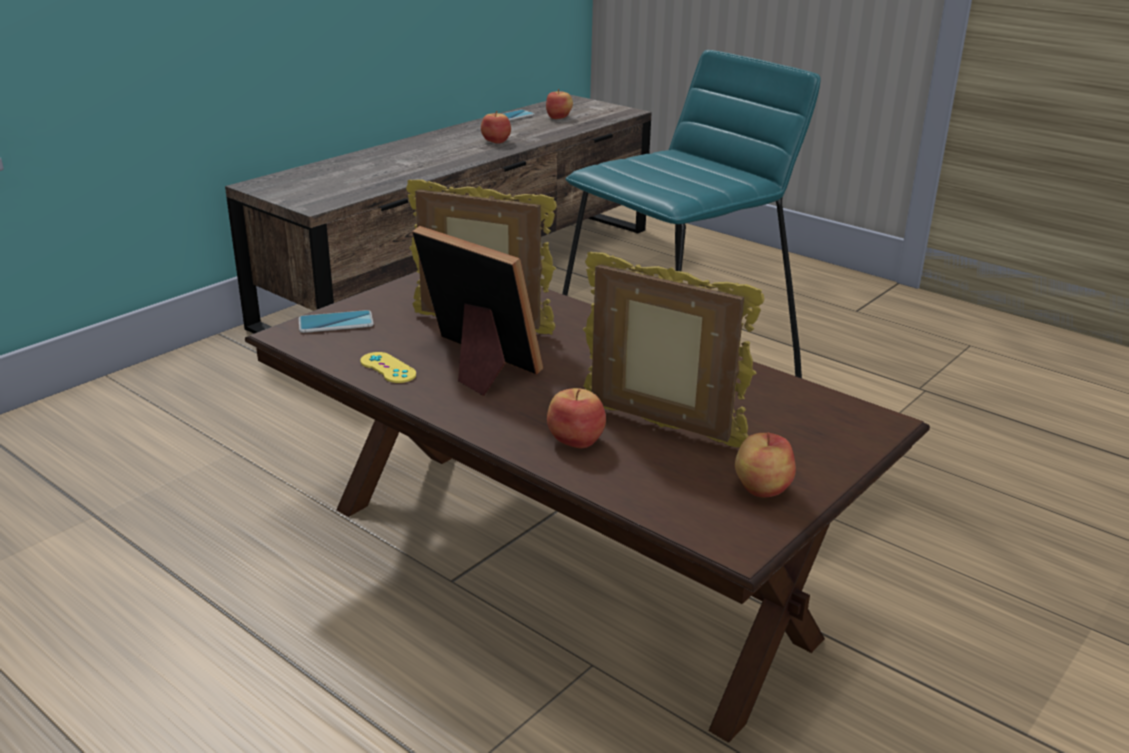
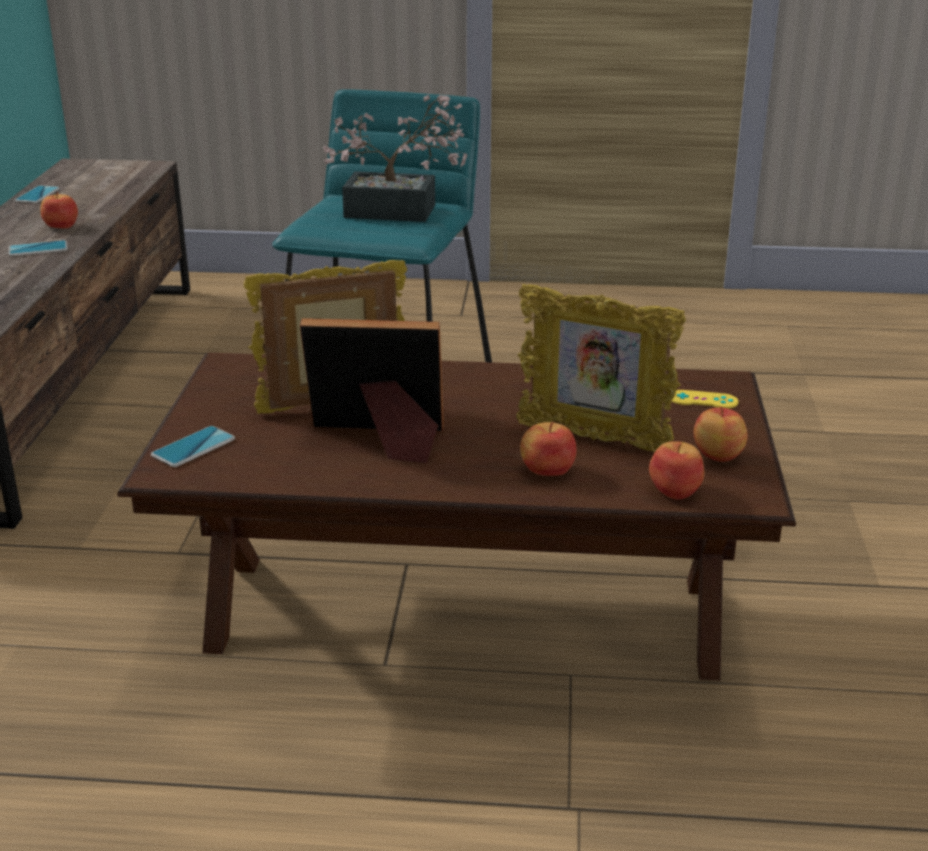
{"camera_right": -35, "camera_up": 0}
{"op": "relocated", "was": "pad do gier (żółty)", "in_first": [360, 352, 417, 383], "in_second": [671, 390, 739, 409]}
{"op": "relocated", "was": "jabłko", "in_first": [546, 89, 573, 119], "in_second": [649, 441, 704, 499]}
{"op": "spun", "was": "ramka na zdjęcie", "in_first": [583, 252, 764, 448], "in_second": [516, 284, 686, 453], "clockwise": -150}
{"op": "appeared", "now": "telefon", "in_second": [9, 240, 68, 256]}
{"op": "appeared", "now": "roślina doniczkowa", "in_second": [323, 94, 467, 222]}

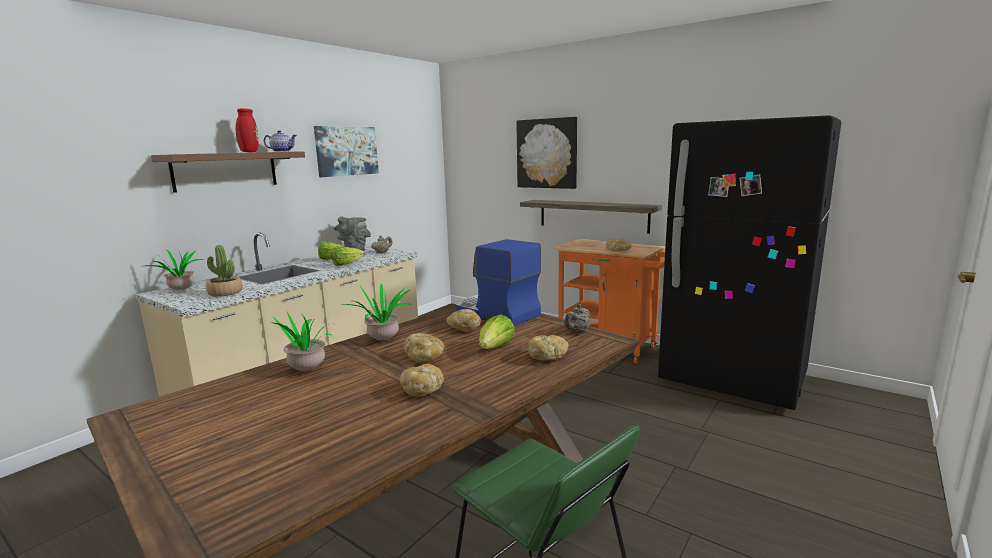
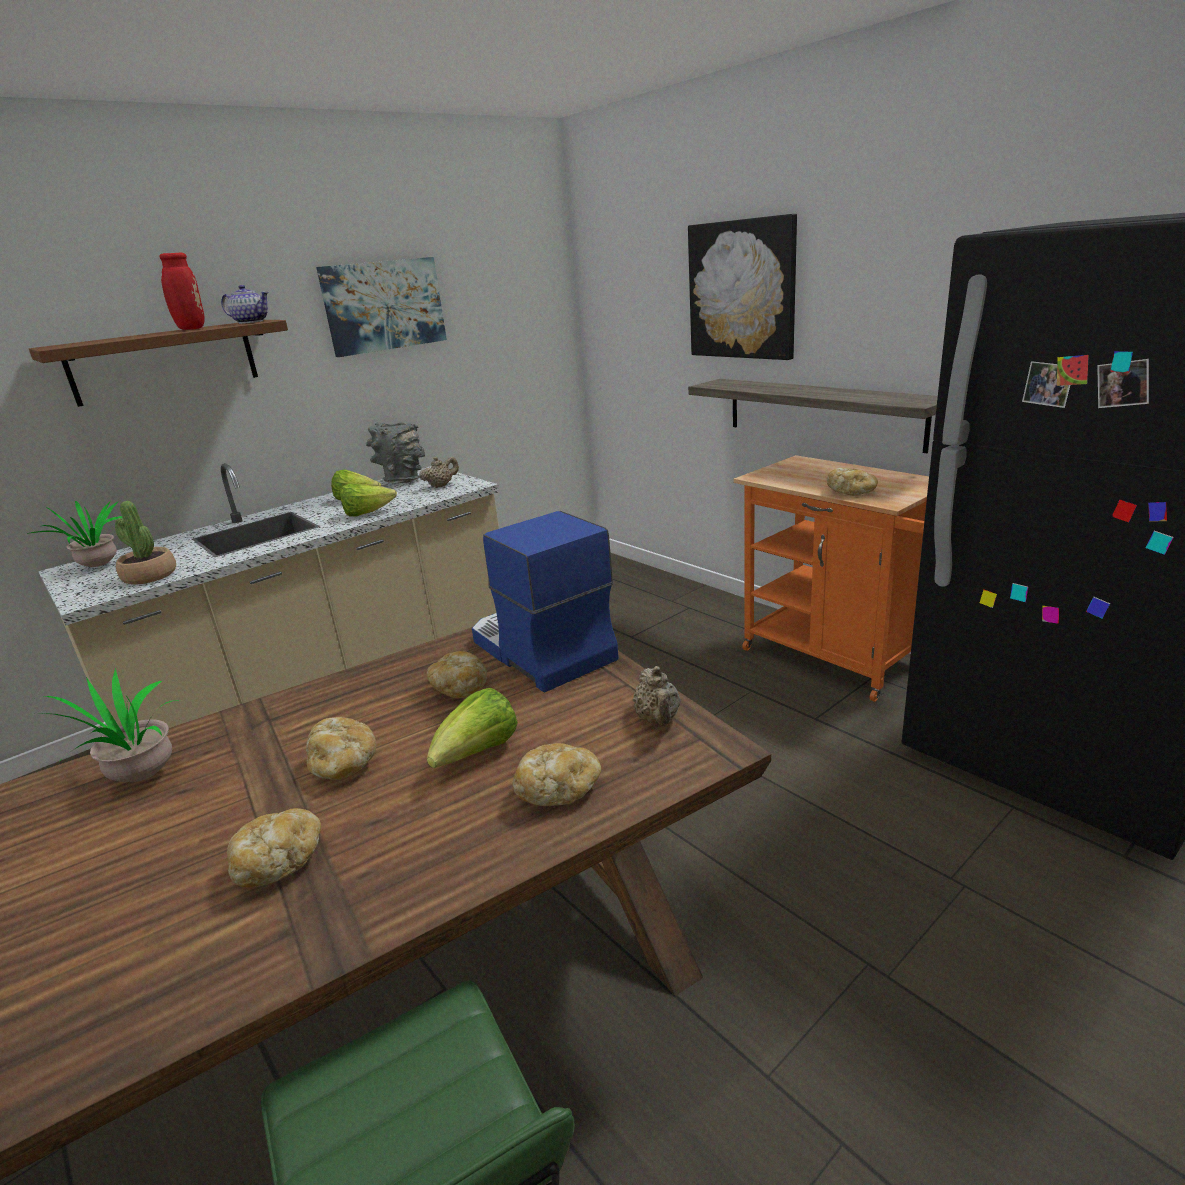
{"camera_right": 15, "camera_up": 10}
{"op": "missing", "was": "roślina doniczkowa", "in_first": [342, 284, 412, 340]}
{"op": "spun", "was": "imbryk (beżowy)", "in_first": [564, 304, 590, 334], "in_second": [633, 666, 681, 726], "clockwise": -60}

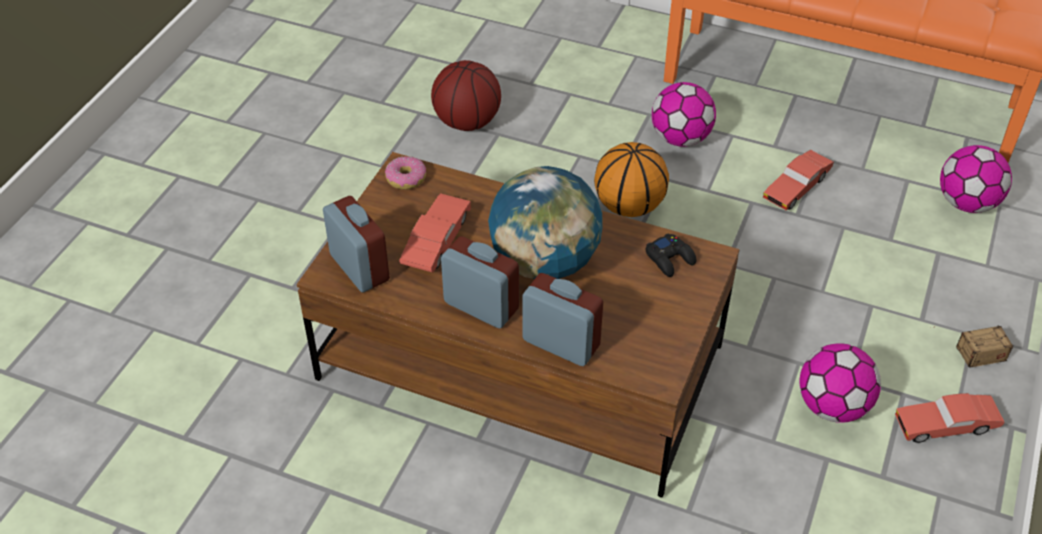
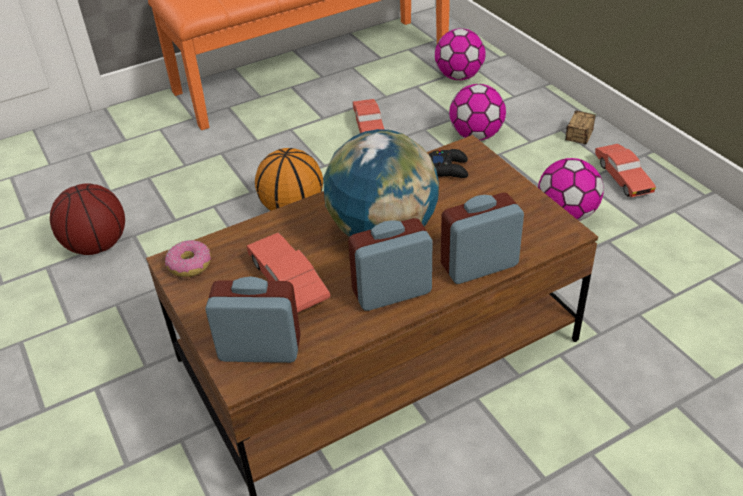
{"camera_right": -50, "camera_up": -5}
{"op": "relocated", "was": "piłka futbolowa", "in_first": [652, 82, 716, 147], "in_second": [449, 84, 506, 140]}
{"op": "spun", "was": "samochodzik (czerwony)", "in_first": [895, 393, 1005, 443], "in_second": [595, 144, 656, 197], "clockwise": -45}

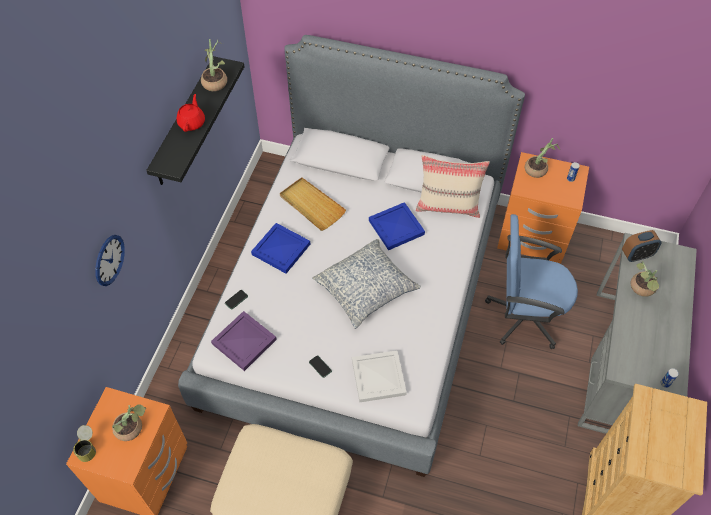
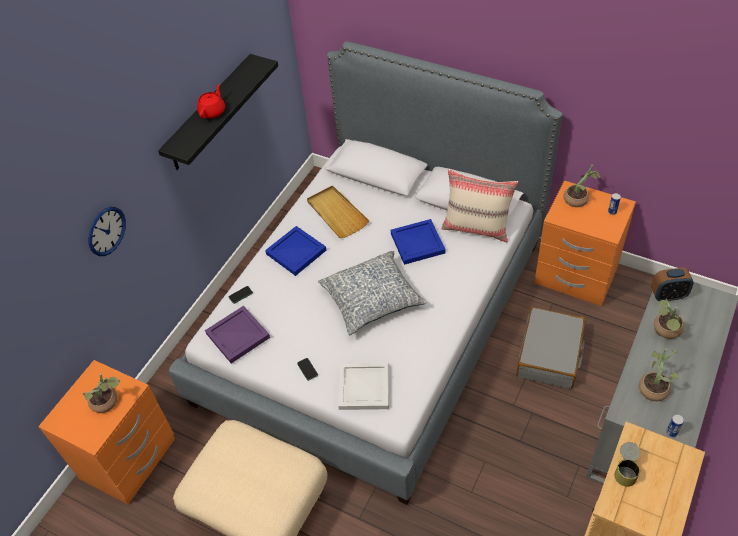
{"camera_right": 15, "camera_up": -5}
{"op": "relocated", "was": "puszka", "in_first": [73, 425, 96, 462], "in_second": [614, 442, 640, 487]}
{"op": "relocated", "was": "roślina doniczkowa", "in_first": [201, 39, 227, 91], "in_second": [639, 349, 679, 401]}
{"op": "exchanged", "was": "krzesło biurowe (niebieski)", "now": "walizka (szary)", "in_first": [485, 214, 578, 349], "in_second": [517, 307, 585, 389]}

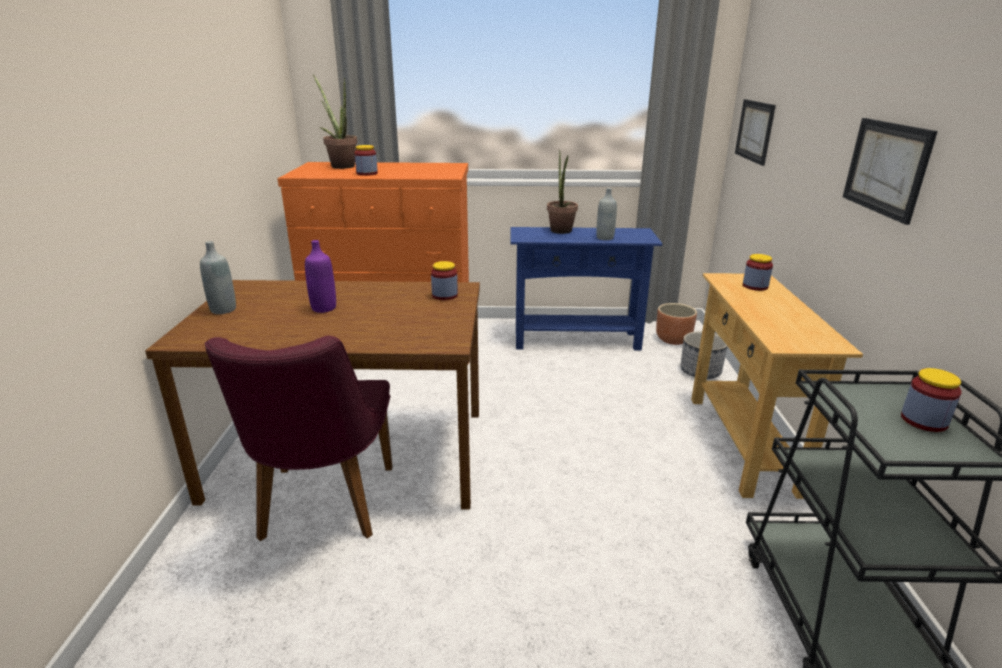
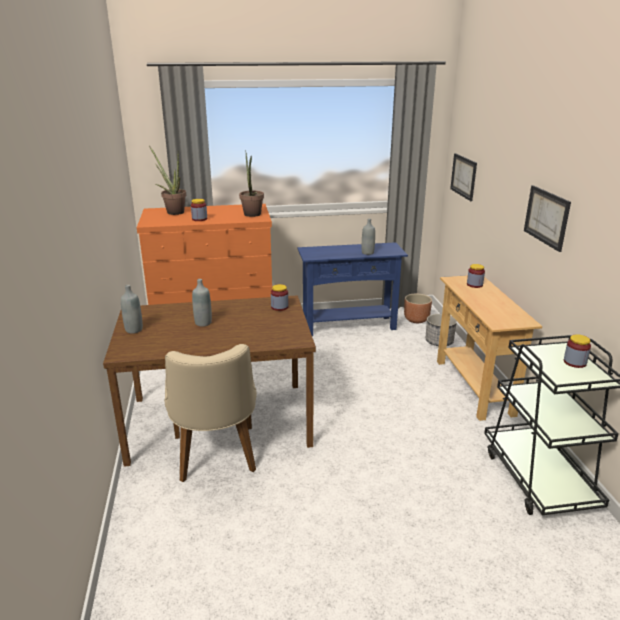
{"camera_right": -10, "camera_up": 0}
{"op": "colour", "was": "krzesło (fioletowy)", "now": "krzesło (beżowy)", "in_first": [205, 336, 392, 541], "in_second": [164, 344, 257, 482]}
{"op": "colour", "was": "butelka (fioletowy)", "now": "butelka (szary)", "in_first": [305, 240, 336, 313], "in_second": [192, 279, 212, 327]}
{"op": "relocated", "was": "roślina doniczkowa", "in_first": [547, 149, 578, 234], "in_second": [239, 150, 264, 217]}

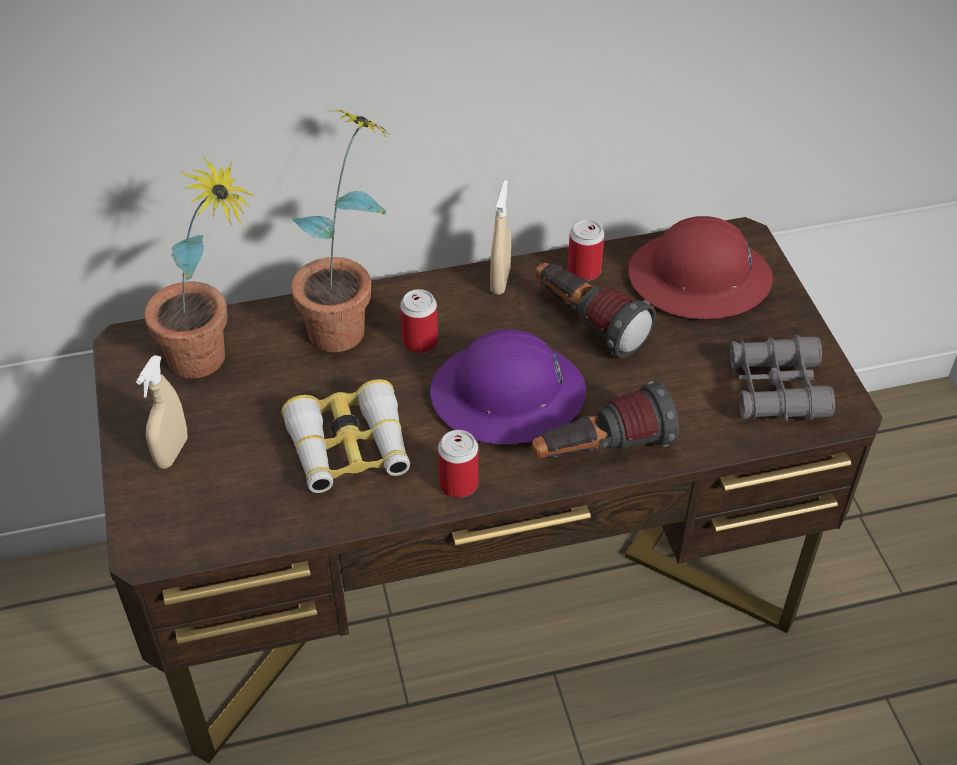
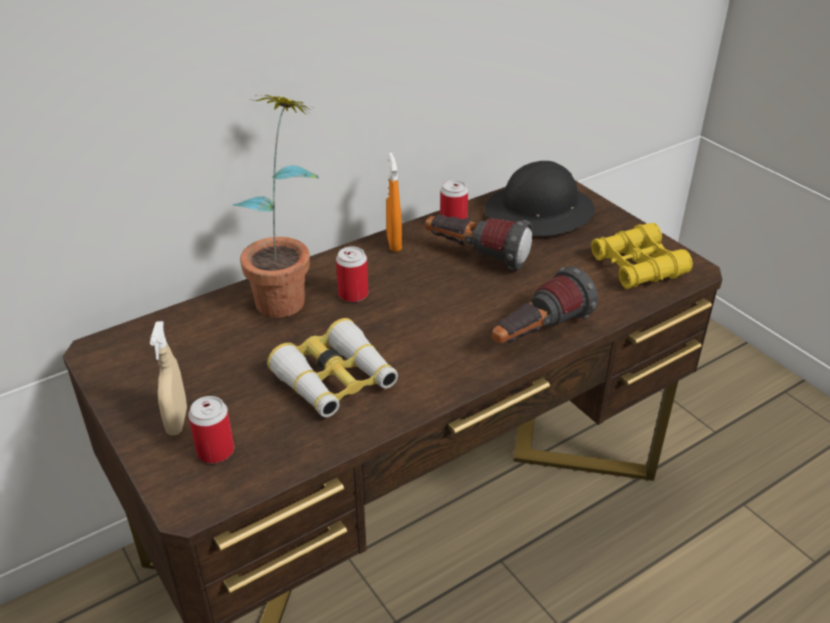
{"camera_right": -20, "camera_up": -10}
{"op": "missing", "was": "roślina doniczkowa", "in_first": [144, 156, 255, 378]}
{"op": "missing", "was": "kask (fioletowy)", "in_first": [430, 329, 586, 445]}
{"op": "relocated", "was": "puszka", "in_first": [438, 430, 478, 498], "in_second": [188, 396, 234, 463]}
{"op": "colour", "was": "spryskiwacz (beżowy)", "now": "spryskiwacz (pomarańczowy)", "in_first": [490, 180, 511, 295], "in_second": [386, 152, 402, 252]}
{"op": "colour", "was": "kask (czerwony)", "now": "kask (czarny)", "in_first": [628, 216, 773, 319], "in_second": [485, 161, 595, 236]}
{"op": "colour", "was": "lornetka (szary)", "now": "lornetka (żółty)", "in_first": [730, 335, 835, 421], "in_second": [591, 223, 693, 289]}

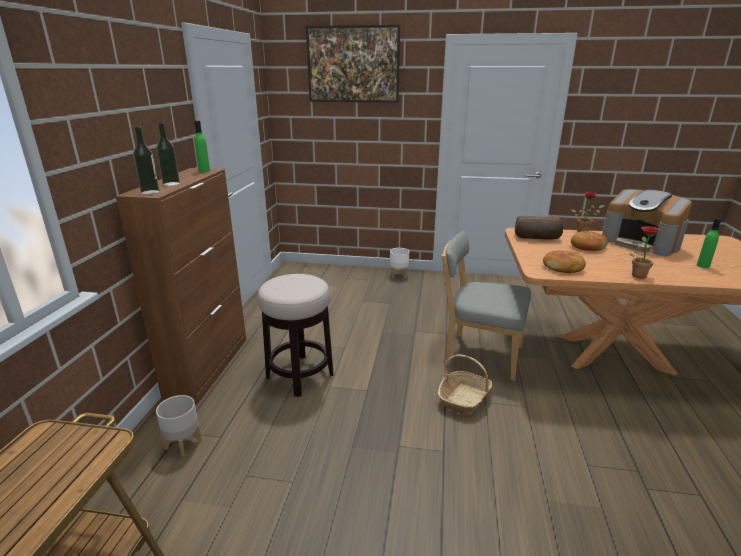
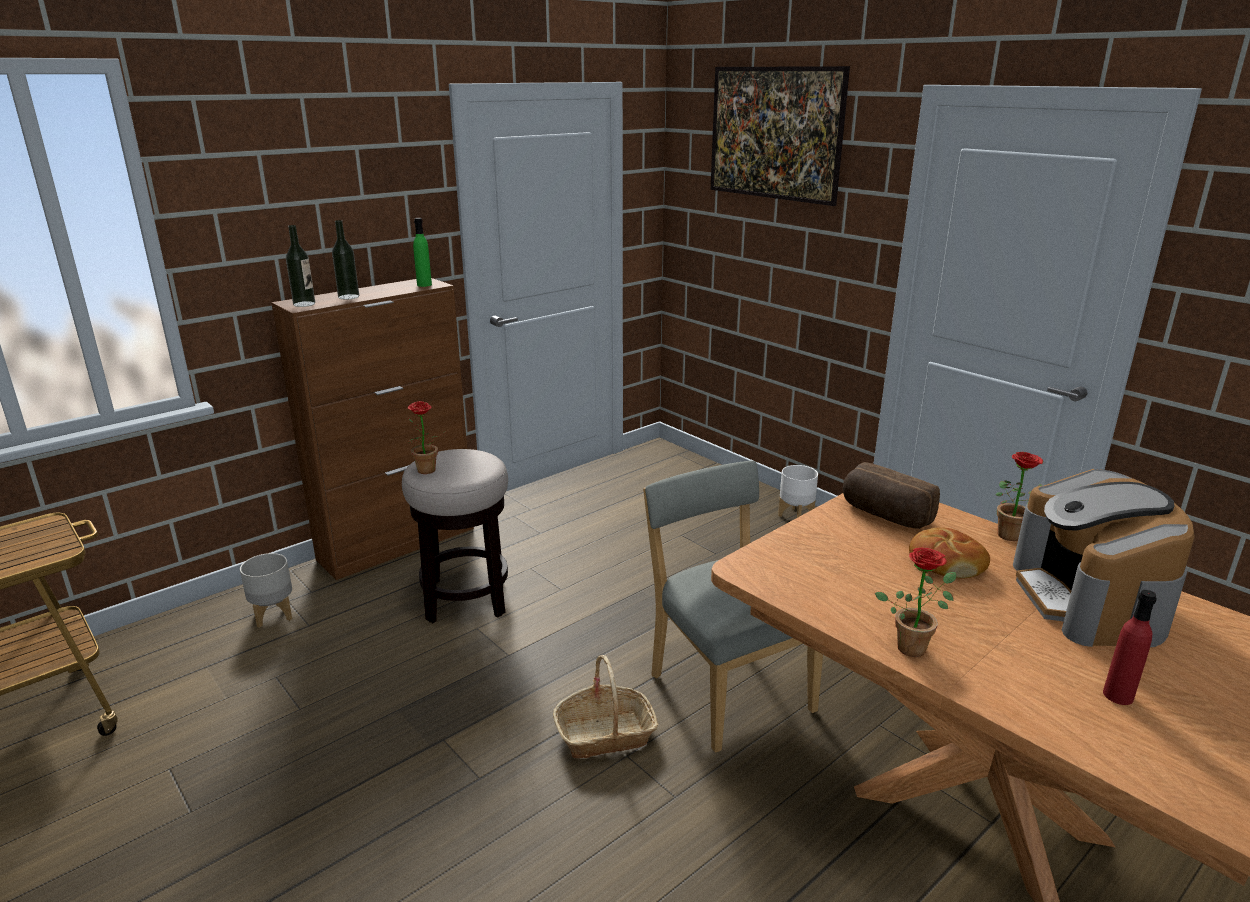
{"camera_right": 40, "camera_up": 0}
{"op": "missing", "was": "chleb", "in_first": [543, 251, 586, 273]}
{"op": "colour", "was": "butelka (zielony)", "now": "butelka (czerwony)", "in_first": [697, 218, 721, 268], "in_second": [1103, 590, 1157, 705]}
{"op": "appeared", "now": "roślina doniczkowa", "in_second": [408, 401, 447, 474]}

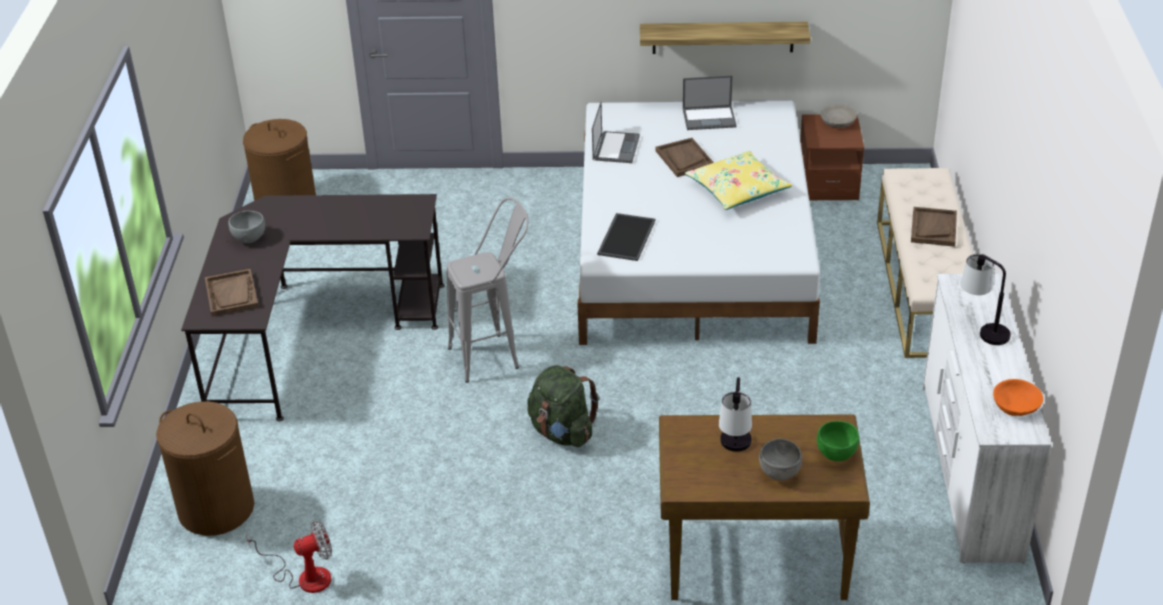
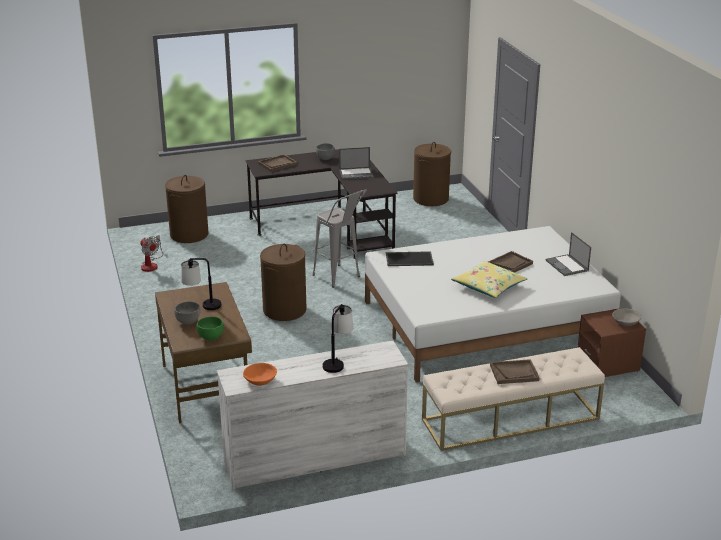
{"camera_right": 70, "camera_up": -10}
{"op": "exchanged", "was": "plecak (zielony)", "now": "kosz na pranie (brązowy)", "in_first": [527, 365, 599, 447], "in_second": [260, 244, 307, 321]}
{"op": "relocated", "was": "laptop", "in_first": [592, 101, 640, 163], "in_second": [339, 147, 374, 180]}
{"op": "missing", "was": "półka", "in_first": [640, 22, 811, 54]}

